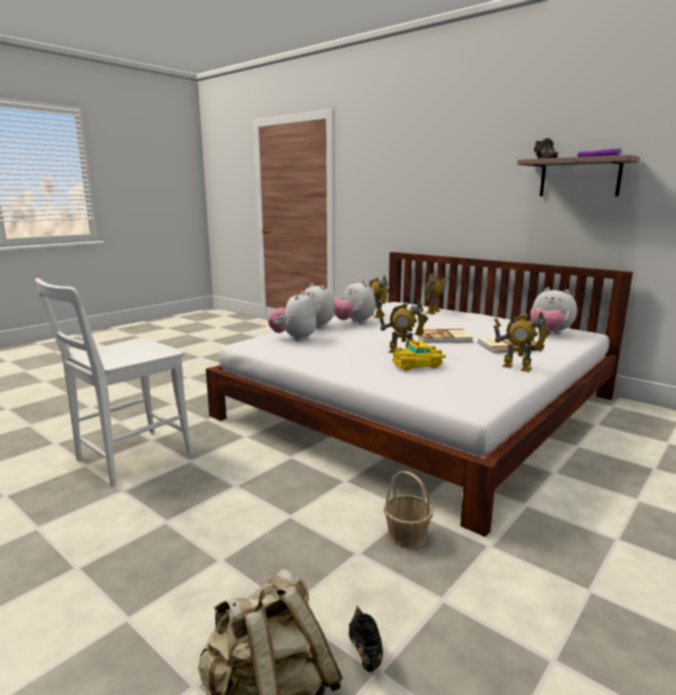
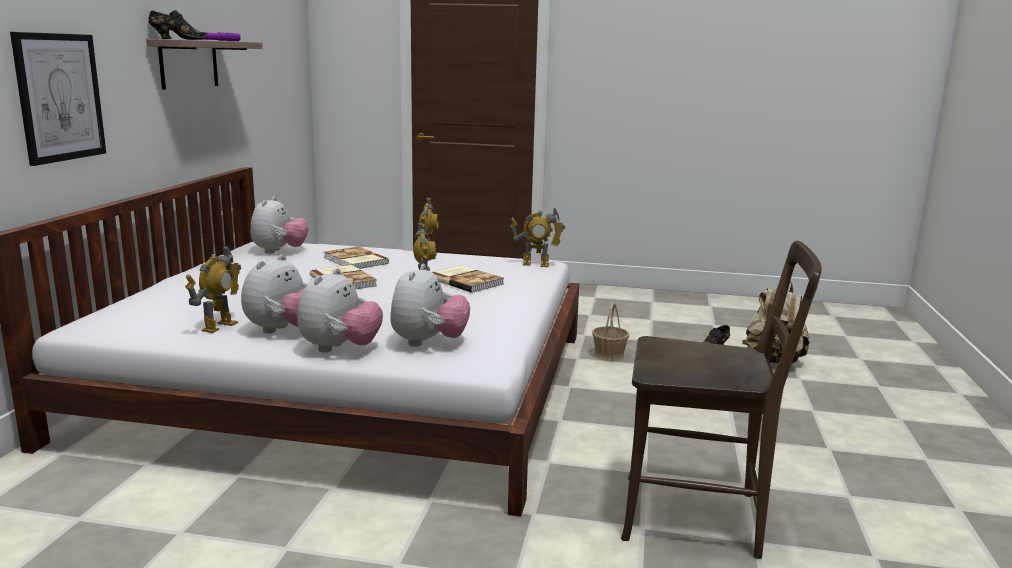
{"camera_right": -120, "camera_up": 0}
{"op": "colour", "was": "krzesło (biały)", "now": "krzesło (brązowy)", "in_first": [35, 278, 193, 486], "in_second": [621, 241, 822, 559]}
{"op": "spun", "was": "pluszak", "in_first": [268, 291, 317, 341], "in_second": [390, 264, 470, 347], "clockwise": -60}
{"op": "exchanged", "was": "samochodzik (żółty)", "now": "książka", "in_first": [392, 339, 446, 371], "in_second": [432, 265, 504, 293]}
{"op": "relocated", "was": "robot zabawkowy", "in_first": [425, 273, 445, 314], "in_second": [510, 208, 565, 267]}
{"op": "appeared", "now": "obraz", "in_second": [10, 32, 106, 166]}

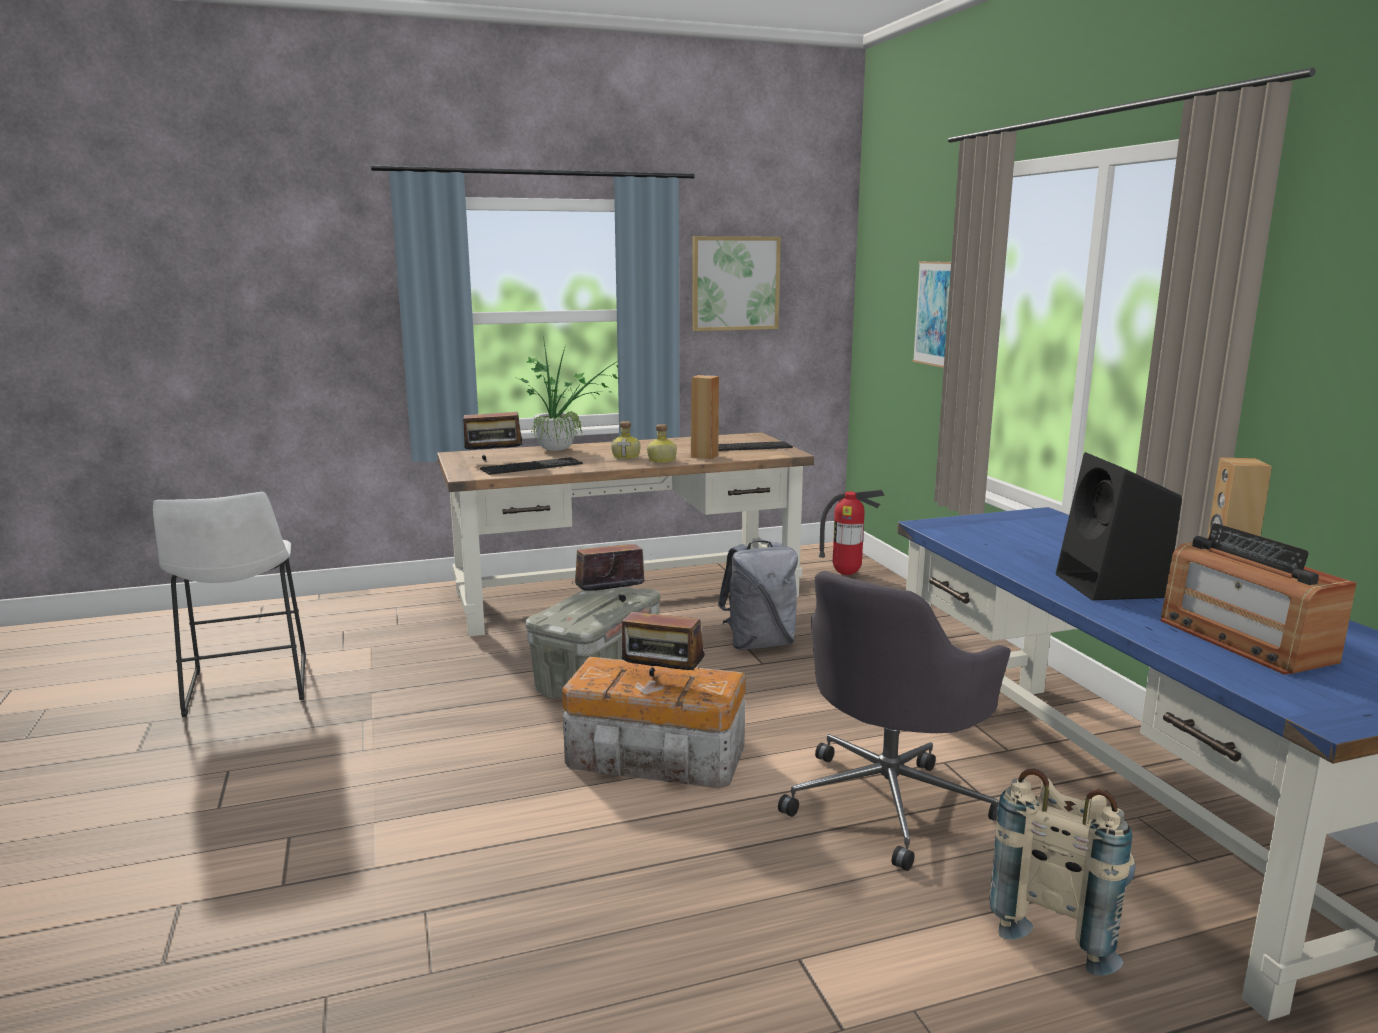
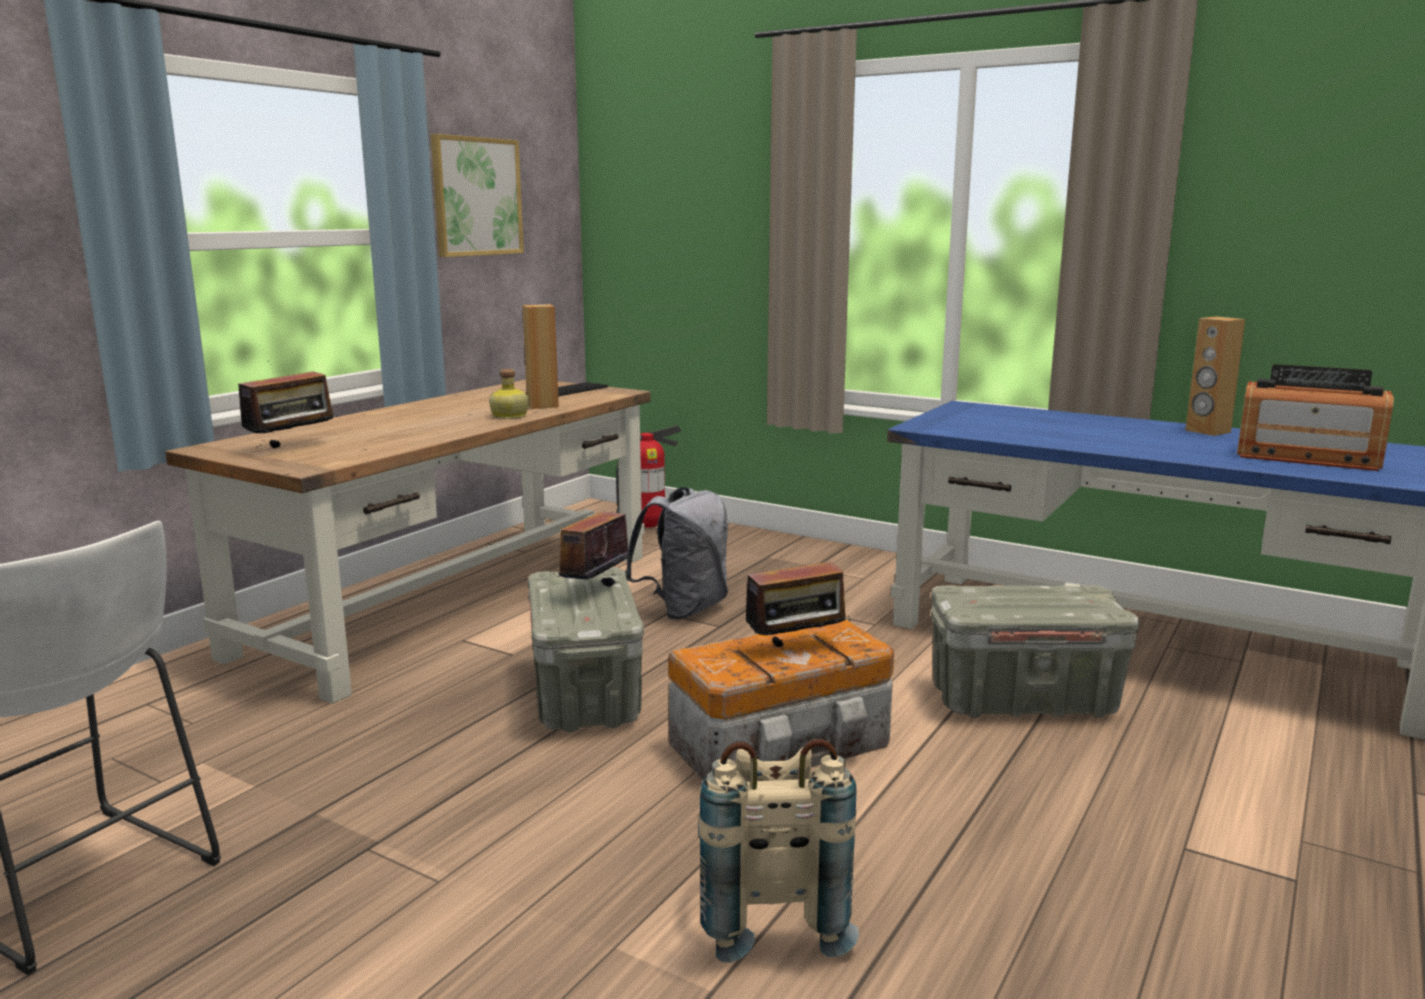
{"camera_right": -40, "camera_up": 0}
{"op": "missing", "was": "klawiatura", "in_first": [480, 457, 583, 475]}
{"op": "missing", "was": "roślina doniczkowa", "in_first": [516, 337, 620, 451]}
{"op": "missing", "was": "butelka", "in_first": [611, 421, 641, 459]}
{"op": "exchanged", "was": "krzesło biurowe (szary)", "now": "pojemnik do przechowywania (szary)", "in_first": [778, 571, 1011, 871], "in_second": [931, 585, 1140, 718]}
{"op": "missing", "was": "obraz", "in_first": [912, 261, 951, 368]}
{"op": "relocated", "was": "plecak (beżowy)", "in_first": [990, 768, 1135, 976], "in_second": [698, 738, 859, 963]}
{"op": "missing", "was": "głośnik (czarny)", "in_first": [1056, 452, 1182, 600]}

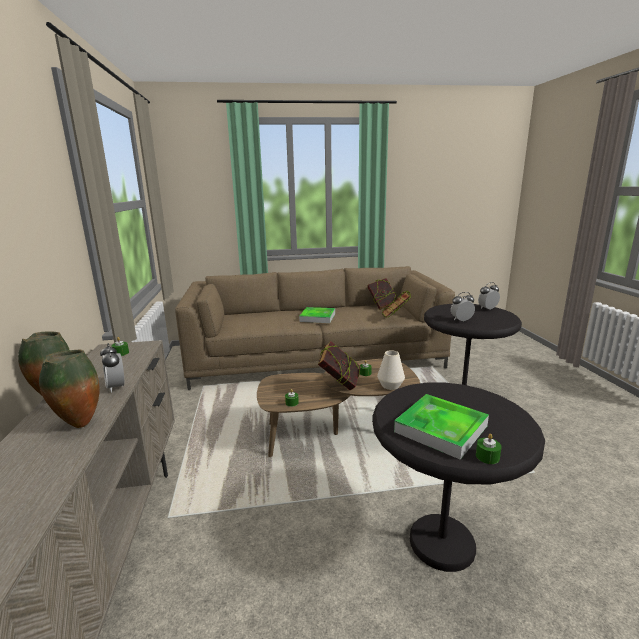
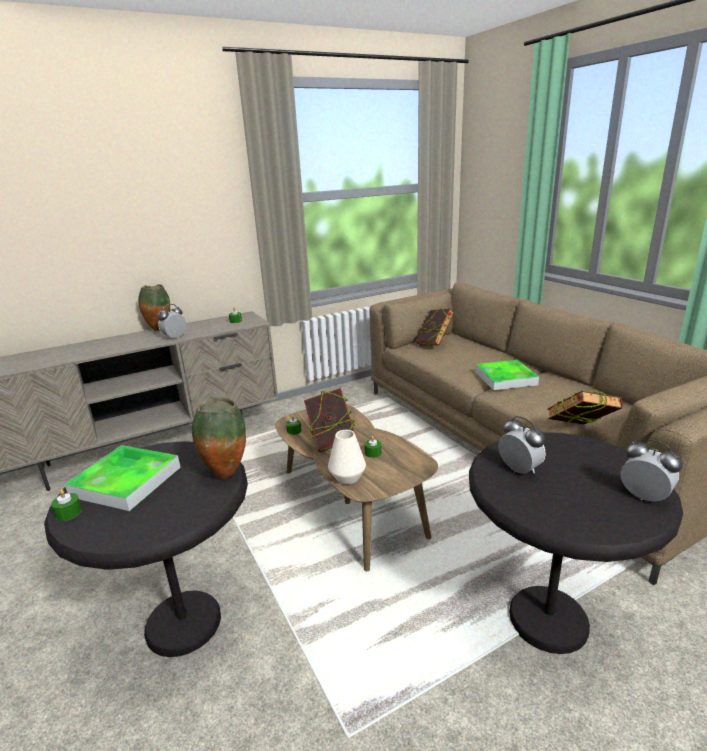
{"camera_right": 70, "camera_up": 5}
{"op": "relocated", "was": "wazon", "in_first": [39, 350, 100, 428], "in_second": [192, 397, 246, 479]}
{"op": "relocated", "was": "książka", "in_first": [367, 278, 398, 310], "in_second": [416, 307, 454, 346]}

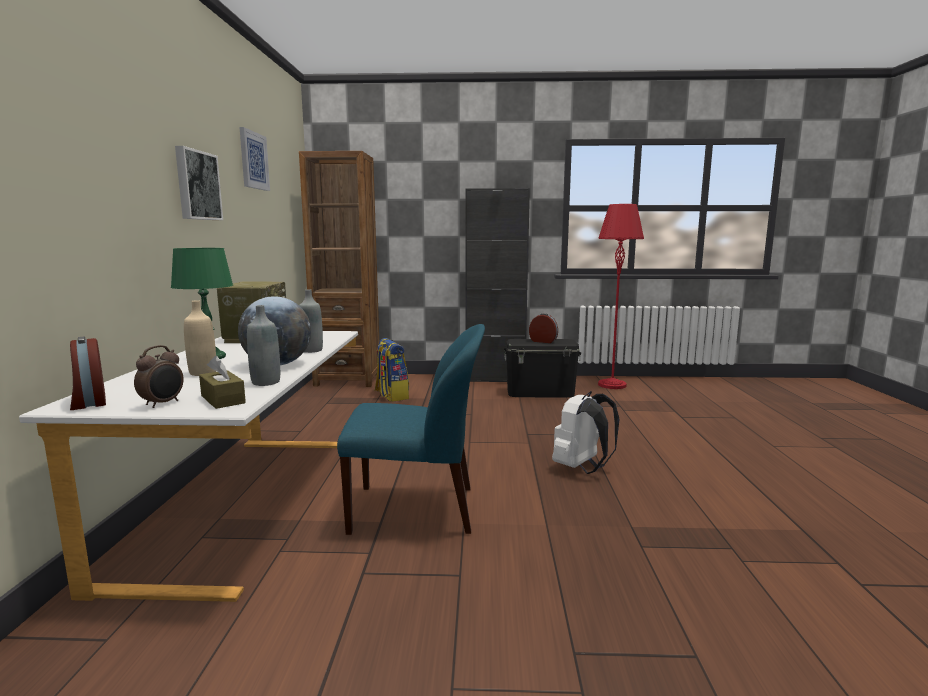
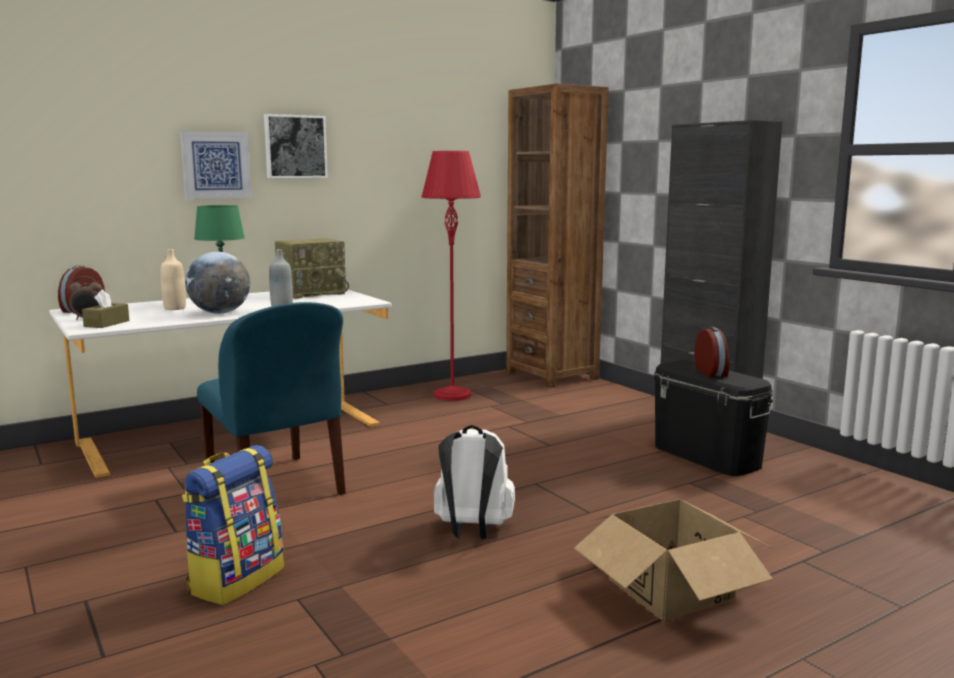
{"camera_right": 55, "camera_up": 0}
{"op": "relocated", "was": "obraz", "in_first": [239, 127, 270, 191], "in_second": [180, 131, 252, 199]}
{"op": "missing", "was": "butelka (szary)", "in_first": [247, 305, 280, 386]}
{"op": "relocated", "was": "plecak", "in_first": [375, 338, 409, 402], "in_second": [182, 445, 284, 605]}
{"op": "relocated", "was": "lampa stojąca (czerwony)", "in_first": [598, 204, 644, 389], "in_second": [422, 151, 481, 401]}
{"op": "appeared", "now": "karton", "in_second": [574, 499, 773, 621]}

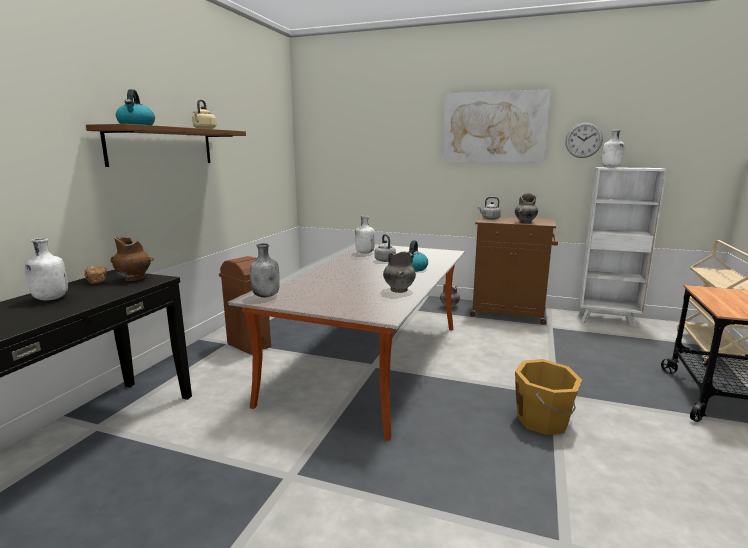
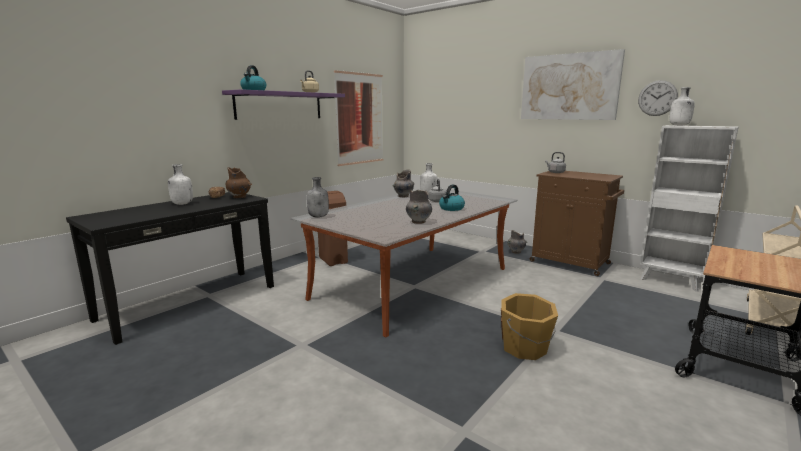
{"camera_right": 20, "camera_up": 0}
{"op": "colour", "was": "półka (brązowy)", "now": "półka (fioletowy)", "in_first": [86, 124, 246, 167], "in_second": [222, 89, 345, 120]}
{"op": "relocated", "was": "wazon (szary)", "in_first": [515, 193, 538, 224], "in_second": [392, 169, 414, 197]}
{"op": "appeared", "now": "obraz", "in_second": [334, 70, 384, 166]}

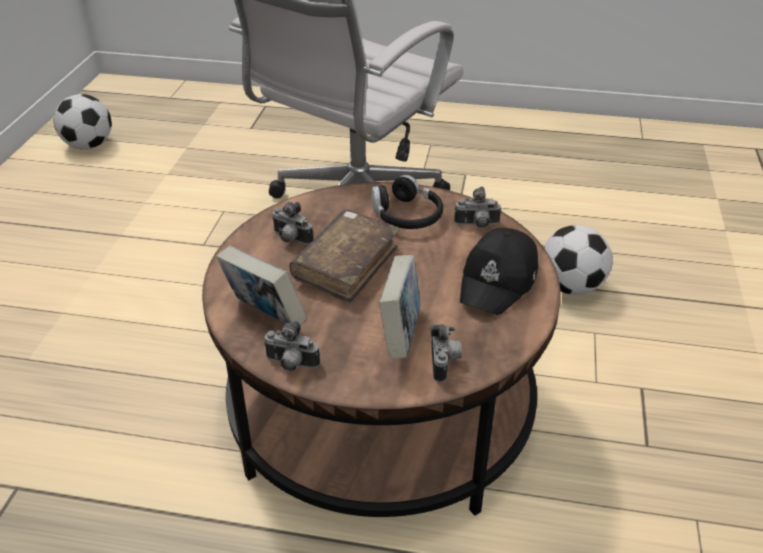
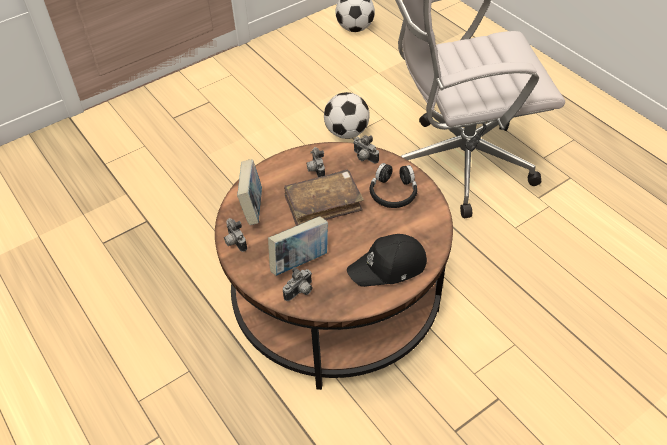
{"camera_right": 45, "camera_up": 10}
{"op": "relocated", "was": "aparat fotograficzny", "in_first": [454, 186, 502, 228], "in_second": [353, 135, 379, 163]}
{"op": "relocated", "was": "piłka futbolowa", "in_first": [544, 225, 613, 295], "in_second": [324, 92, 370, 139]}

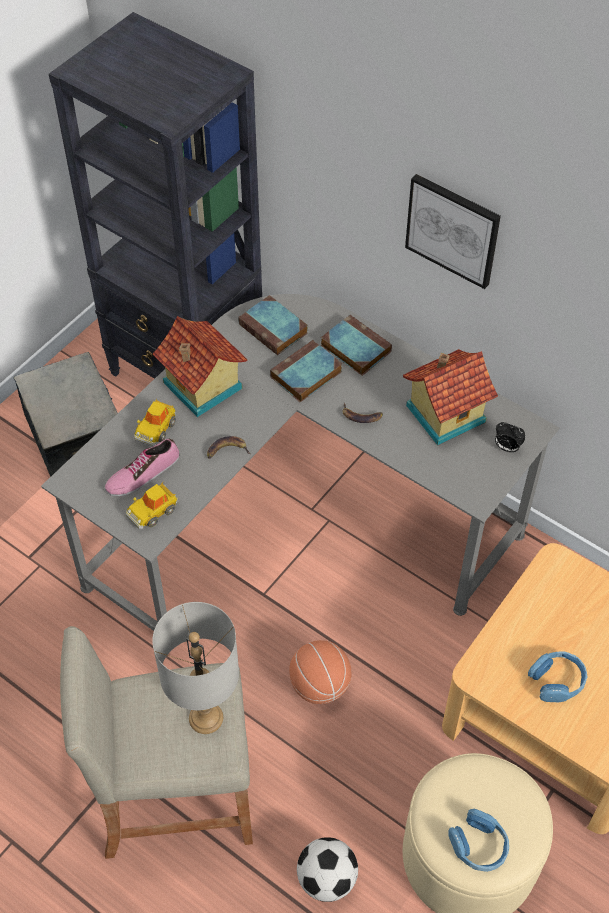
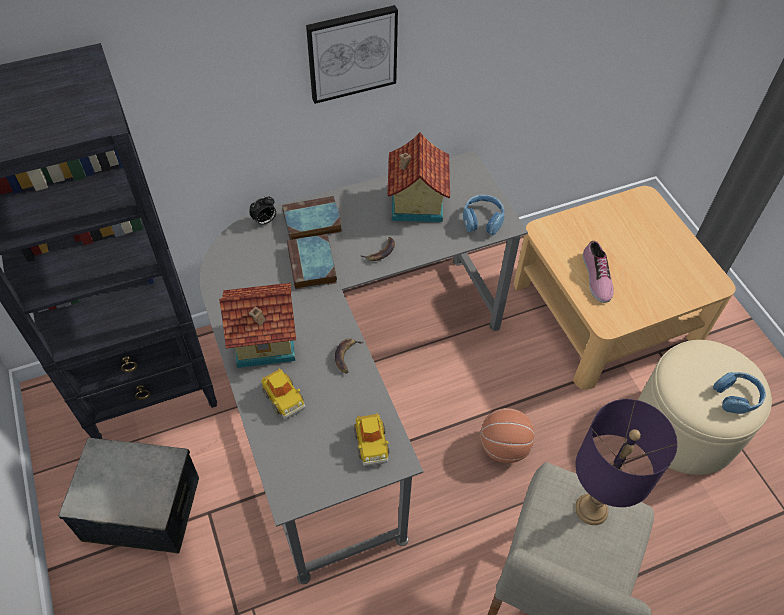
{"camera_right": -60, "camera_up": 0}
{"op": "relocated", "was": "but", "in_first": [105, 439, 179, 497], "in_second": [583, 241, 614, 303]}
{"op": "colour", "was": "lampa stołowa (szary)", "now": "lampa stołowa (fioletowy)", "in_first": [152, 602, 239, 734], "in_second": [575, 399, 677, 525]}
{"op": "missing", "was": "książka", "in_first": [238, 295, 308, 355]}
{"op": "missing", "was": "piłka futbolowa", "in_first": [297, 837, 358, 902]}
{"op": "relocated", "was": "budzik", "in_first": [495, 422, 525, 452], "in_second": [249, 196, 276, 225]}
{"op": "relocated", "was": "słuchawki (niebieski)", "in_first": [528, 651, 587, 702], "in_second": [463, 195, 504, 236]}

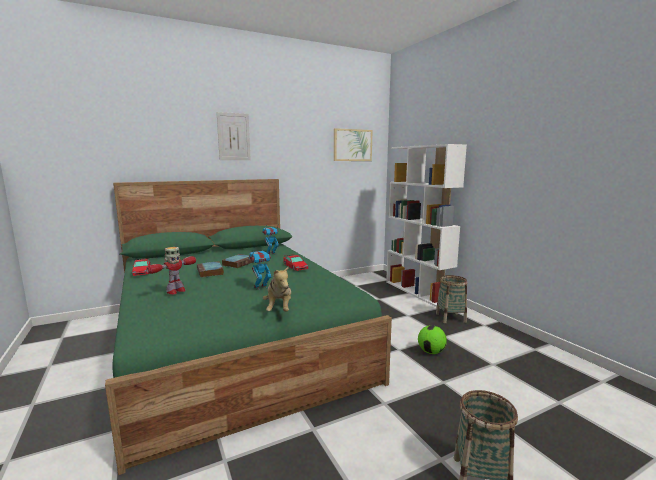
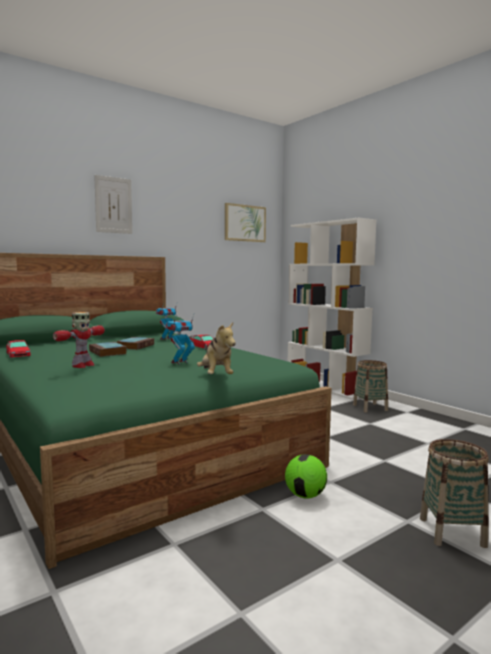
{"camera_right": -10, "camera_up": -5}
{"op": "relocated", "was": "piłka futbolowa", "in_first": [418, 325, 447, 354], "in_second": [285, 454, 327, 499]}

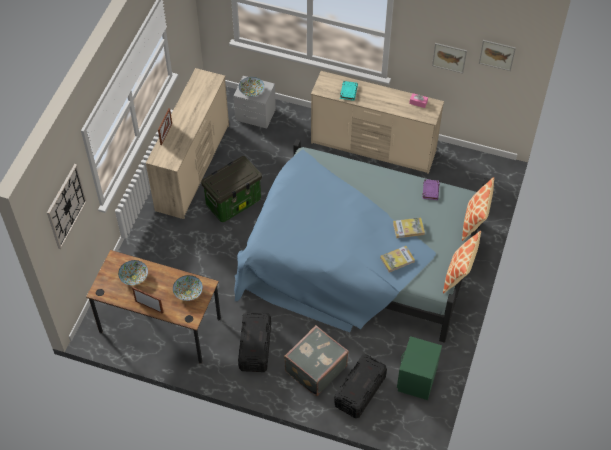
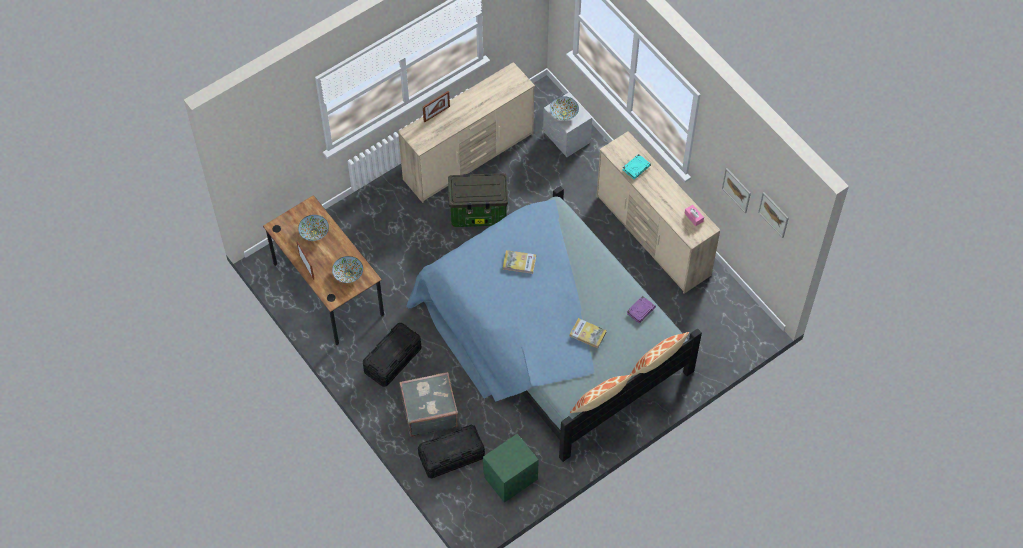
{"camera_right": 35, "camera_up": 5}
{"op": "missing", "was": "zegar ścienny", "in_first": [47, 164, 87, 249]}
{"op": "relocated", "was": "książka", "in_first": [380, 246, 415, 272], "in_second": [503, 250, 536, 274]}

